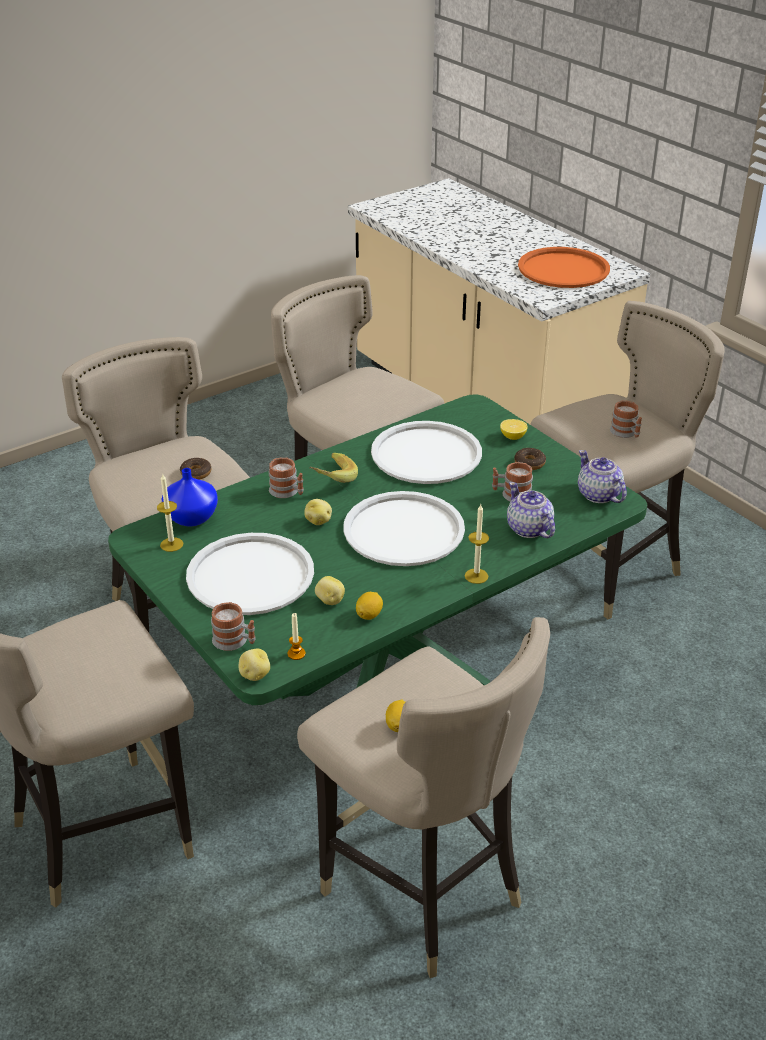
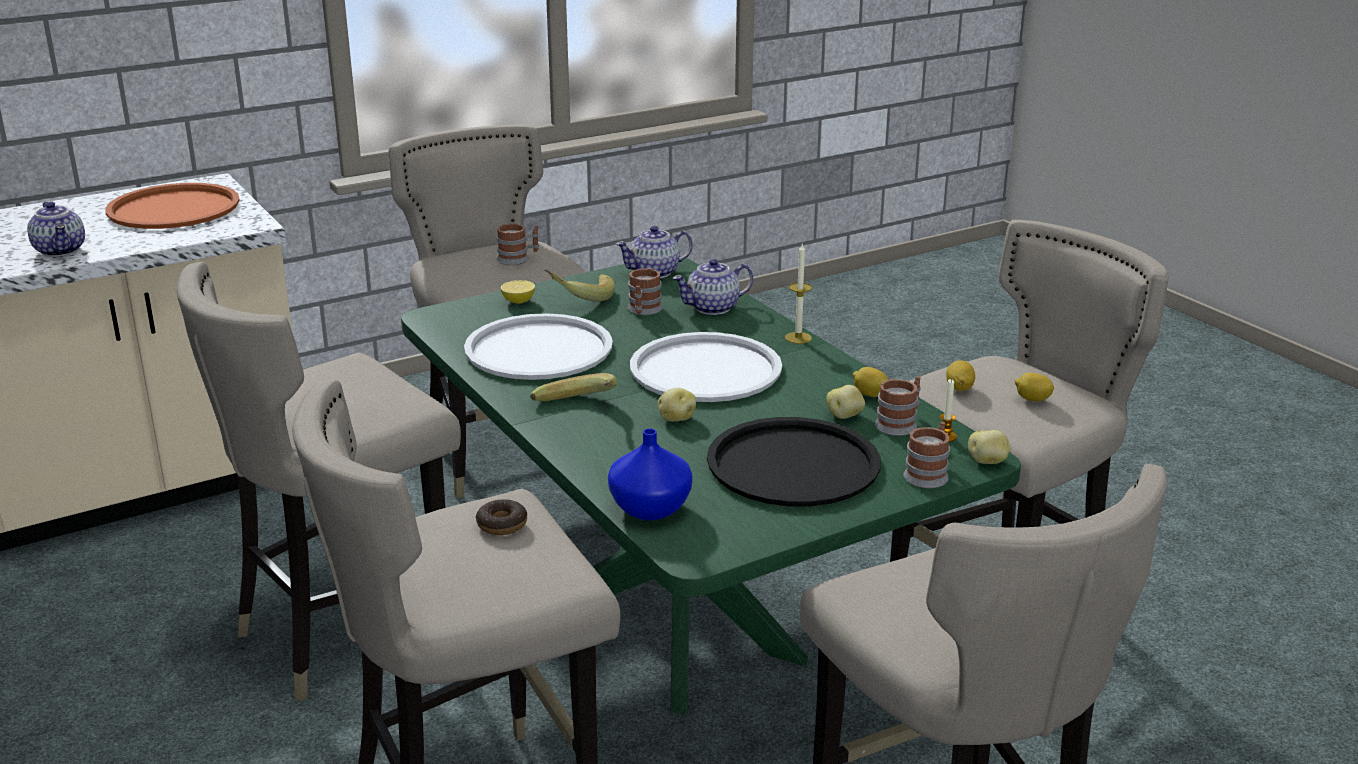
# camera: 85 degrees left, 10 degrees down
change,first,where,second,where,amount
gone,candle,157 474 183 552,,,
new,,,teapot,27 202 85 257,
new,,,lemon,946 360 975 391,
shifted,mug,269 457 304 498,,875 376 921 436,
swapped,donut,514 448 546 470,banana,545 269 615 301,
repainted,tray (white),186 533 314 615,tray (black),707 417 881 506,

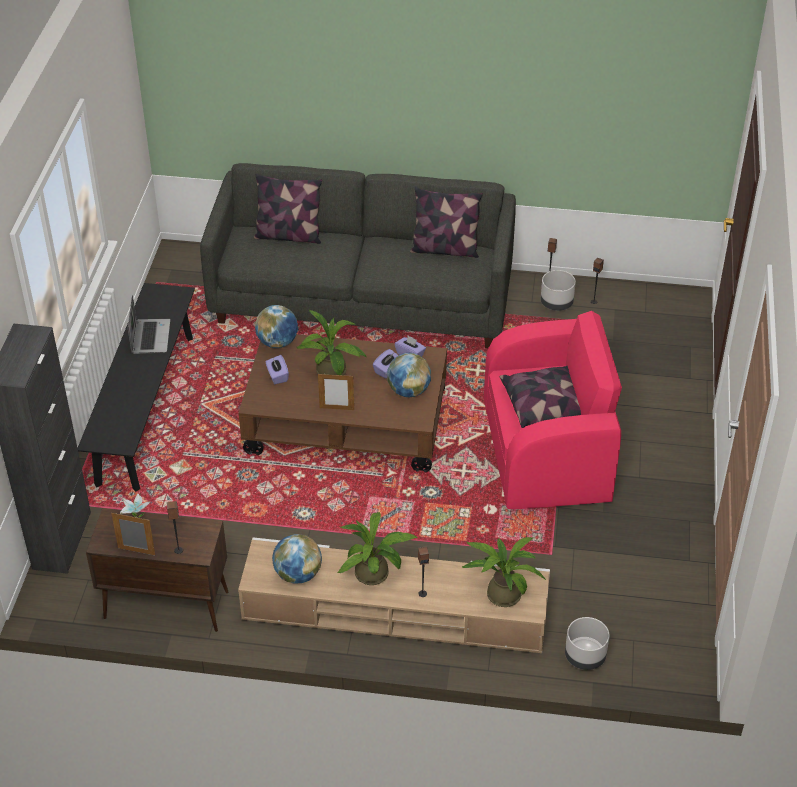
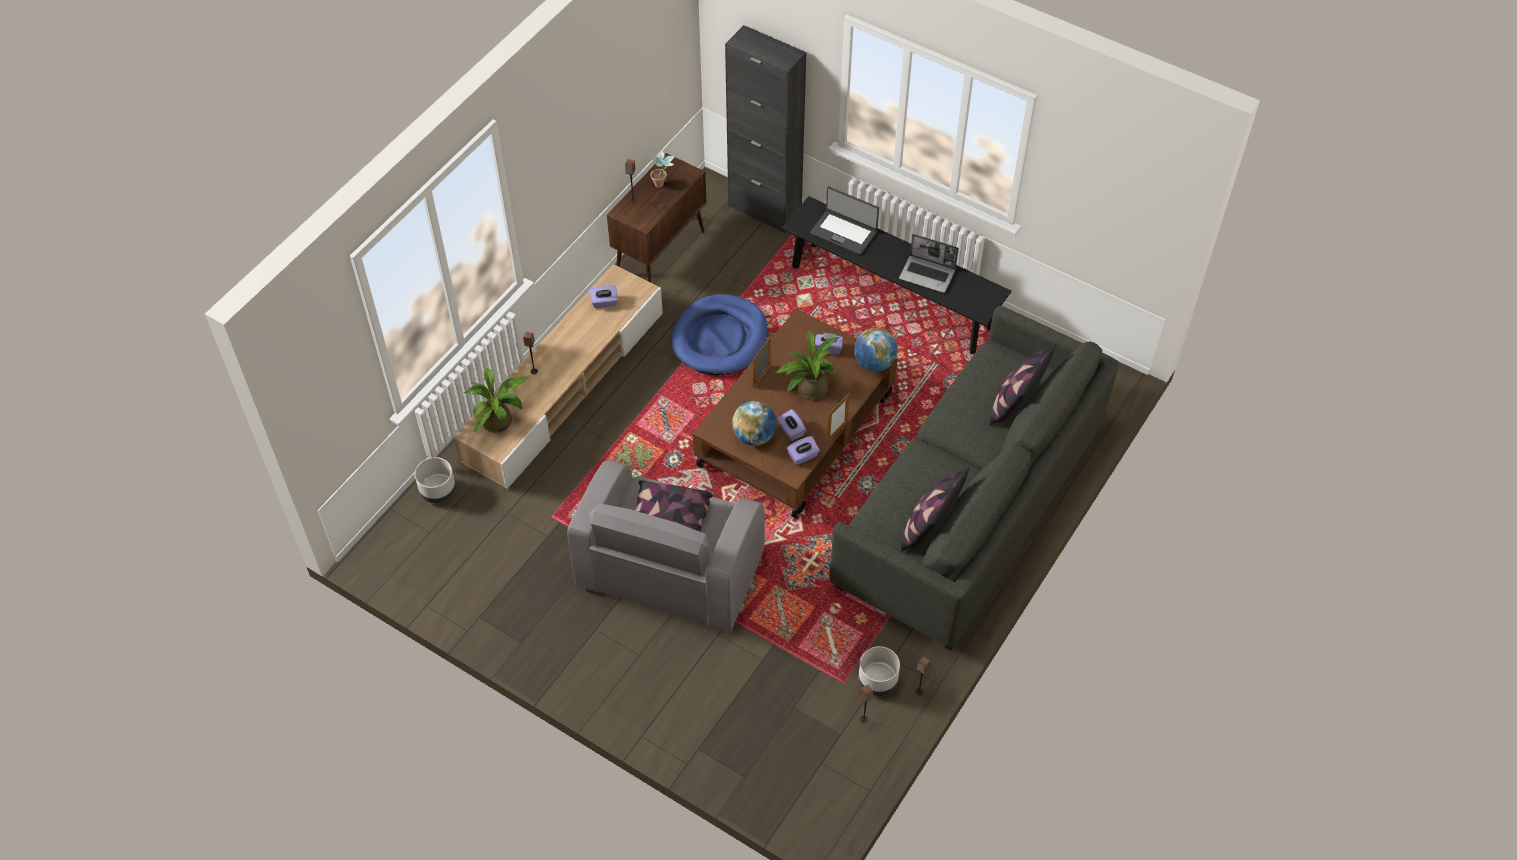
# camera: 115 degrees right, 10 degrees up
change,first,where,second,where,amount
gone,potted plant,337 512 418 585,,,
new,,,dog bed (blue),672 294 768 375,
new,,,laptop,810 186 879 255,
shifted,picture frame,111 513 155 555,,826 393 850 443,
swapped,globe,272 534 322 584,tissue box (purple),589 285 618 308,
repainted,armchair (pink),484 311 622 509,armchair (grey),567 459 765 632,

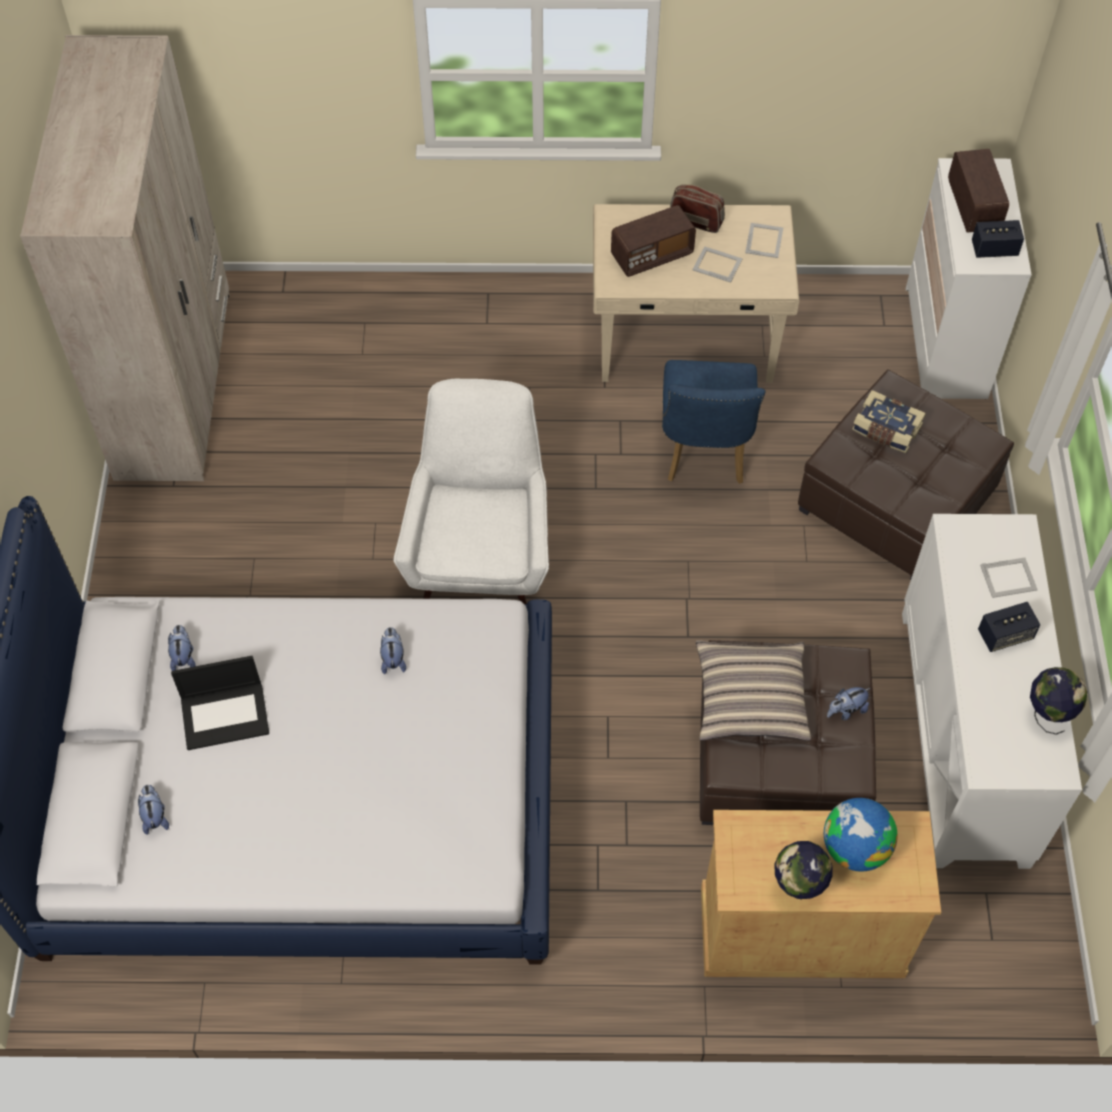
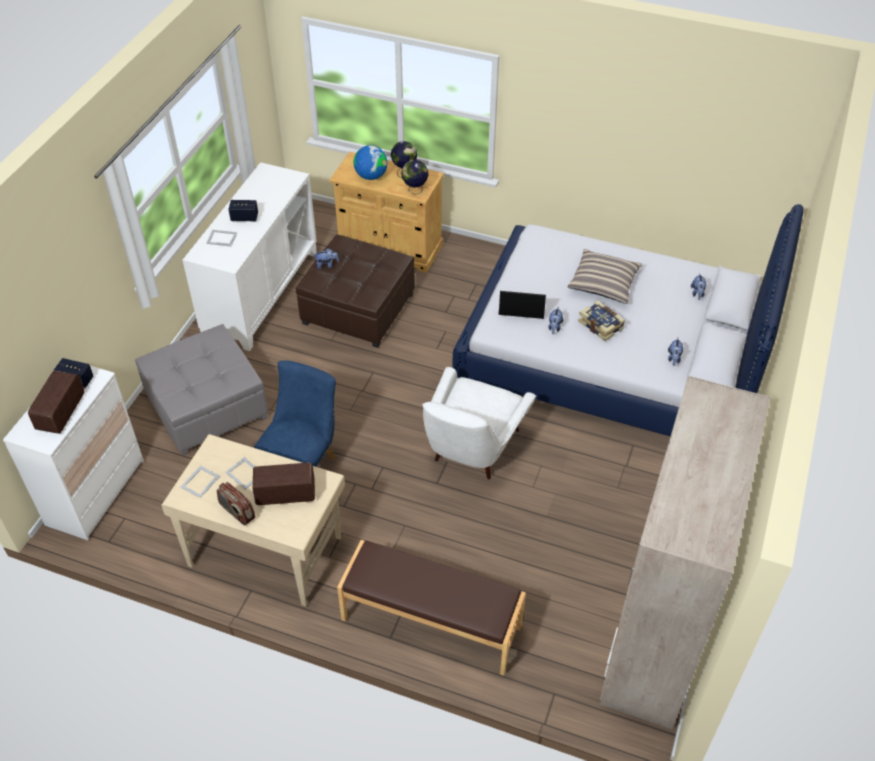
# camera: 160 degrees left, 10 degrees down
change,first,where,second,where,amount
new,,,bench (brown),337 540 526 676,
shifted,laptop,171 656 269 750,,498 291 546 319,
shifted,pillow,696 640 811 741,,567 249 642 304,
shifted,book,852 390 926 453,,578 301 625 341,
shifted,globe,1030 667 1087 735,,401 160 429 195,
repainted,ottoman (brown),798 369 1014 580,ottoman (grey),135 324 268 456,

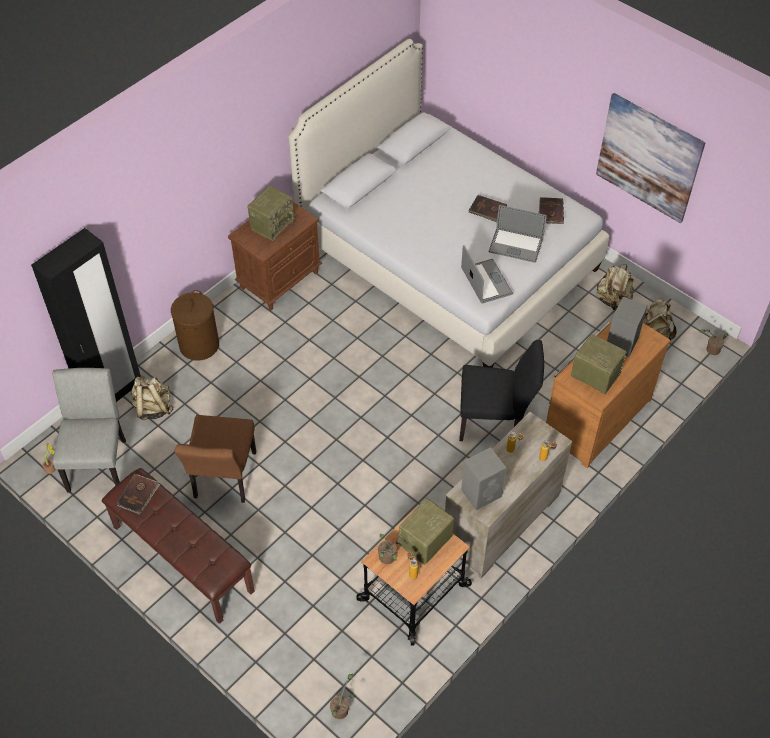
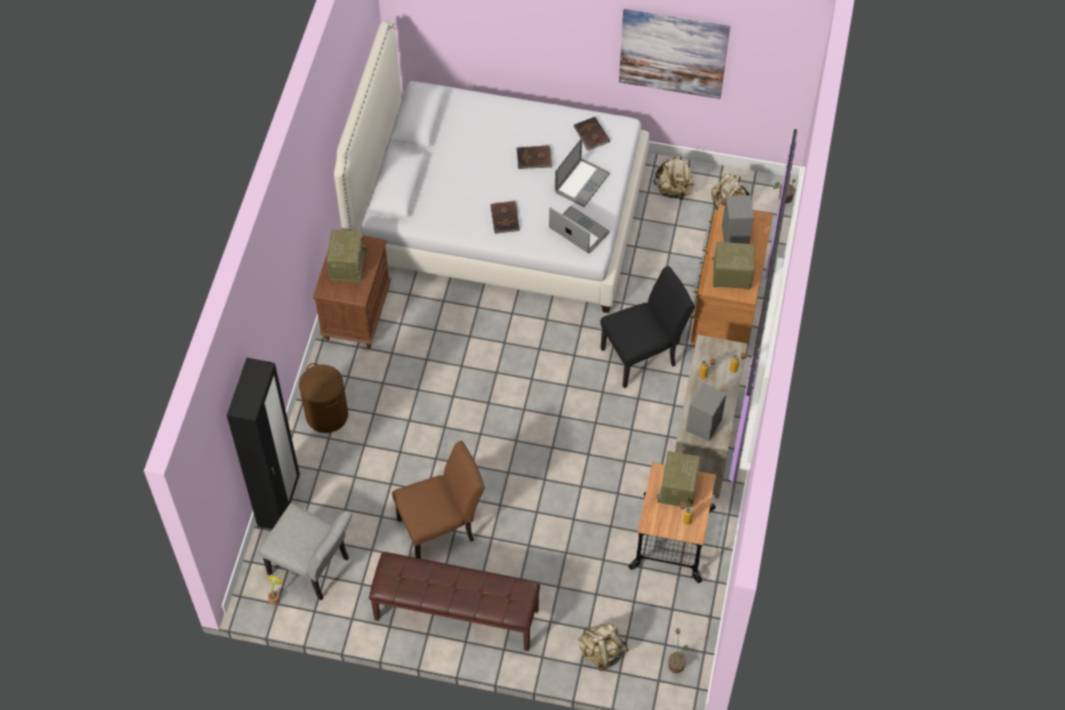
# camera: 30 degrees left, 5 degrees up
change,first,where,second,where,amount
gone,potted plant,378 534 397 564,,,
shifted,book (brown),116 474 160 515,,491 201 520 234,
shifted,backpack (beige),132 376 173 420,,578 624 629 671,
rotated,chair (grey),53 368 126 493,,259 503 352 600,150 degrees clockwise
rotated,chair (brown),175 415 256 503,,392 441 485 559,90 degrees counterclockwise
rotated,laptop,489 205 547 263,,555 138 610 207,45 degrees counterclockwise

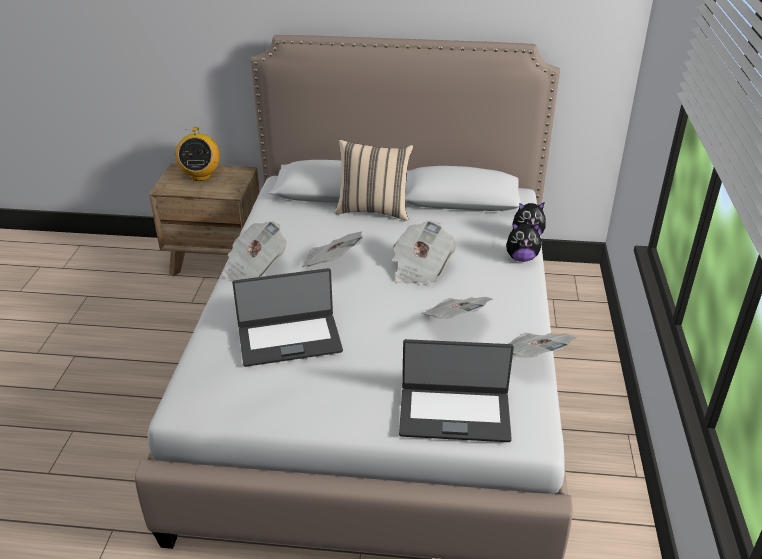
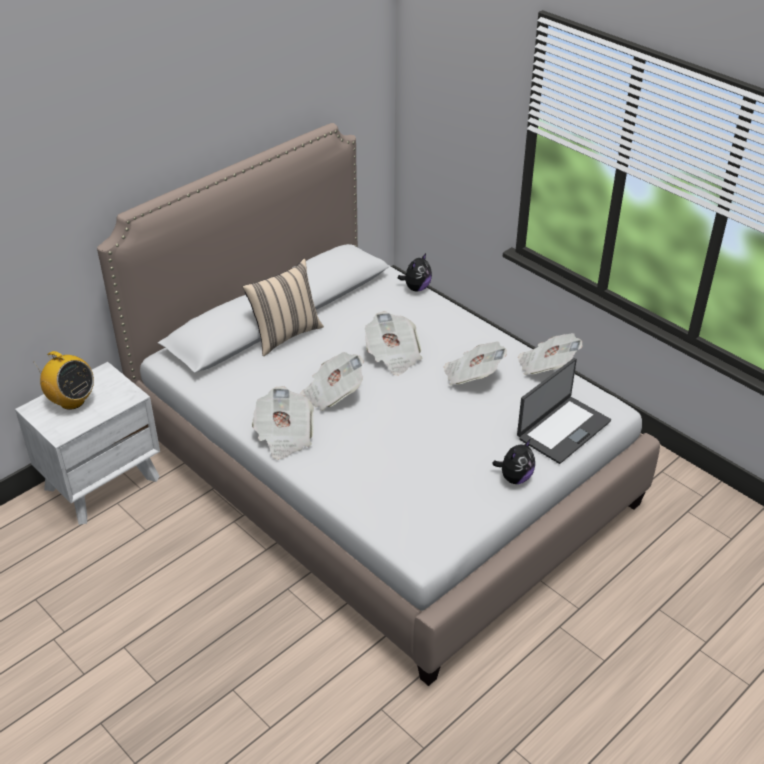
# camera: 50 degrees left, 5 degrees up
change,first,where,second,where,amount
gone,laptop,232 268 343 367,,,
shifted,plush toy,506 222 543 262,,492 439 535 484,
repainted,nightstand (brown),149 163 260 276,nightstand (white),15 362 160 525,

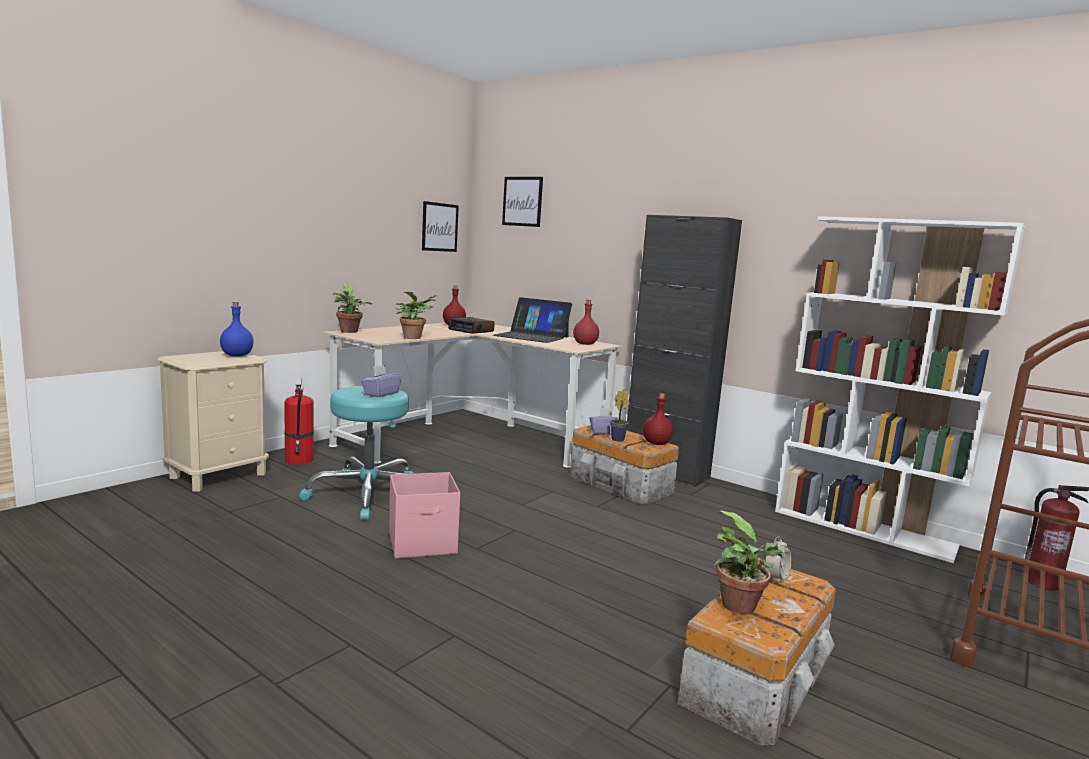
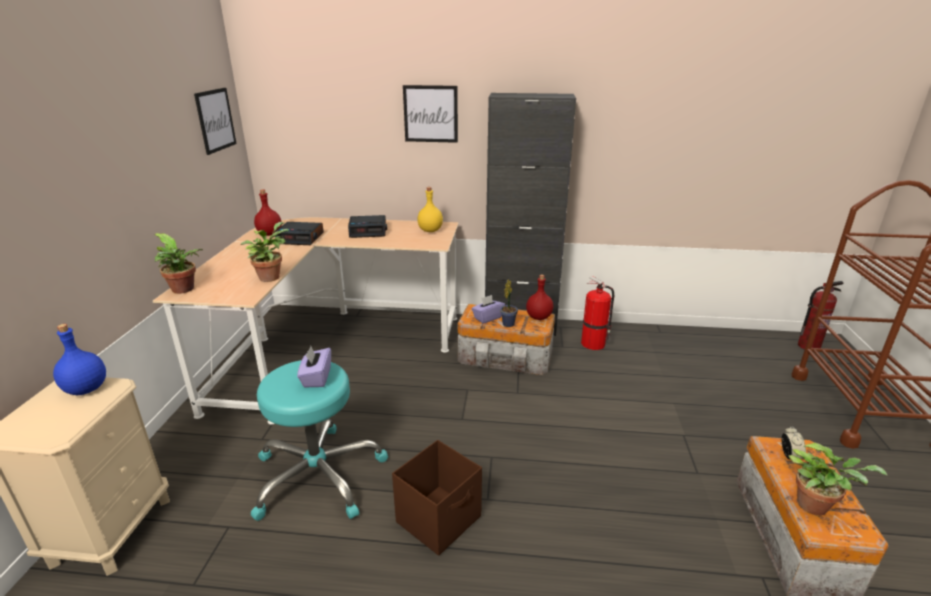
# camera: 30 degrees left, 15 degrees up
change,first,where,second,where,amount
gone,bookcase (white),775 216 1025 563,,,
shifted,fire extinguisher,284 378 314 464,,581 276 614 350,
shifted,picture,502 177 543 227,,403 85 458 143,
swapped,laptop,493 297 572 343,alarm clock,348 215 387 238,
repainted,storage box (pink),389 472 460 559,storage box (brown),392 440 482 556,
repainted,bottle (red),573 300 599 345,bottle (yellow),417 187 443 232,

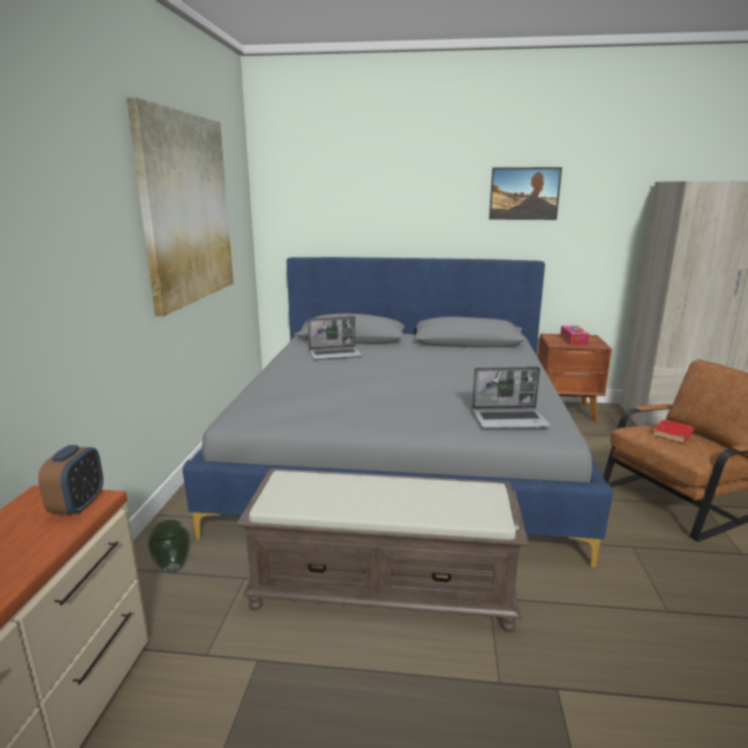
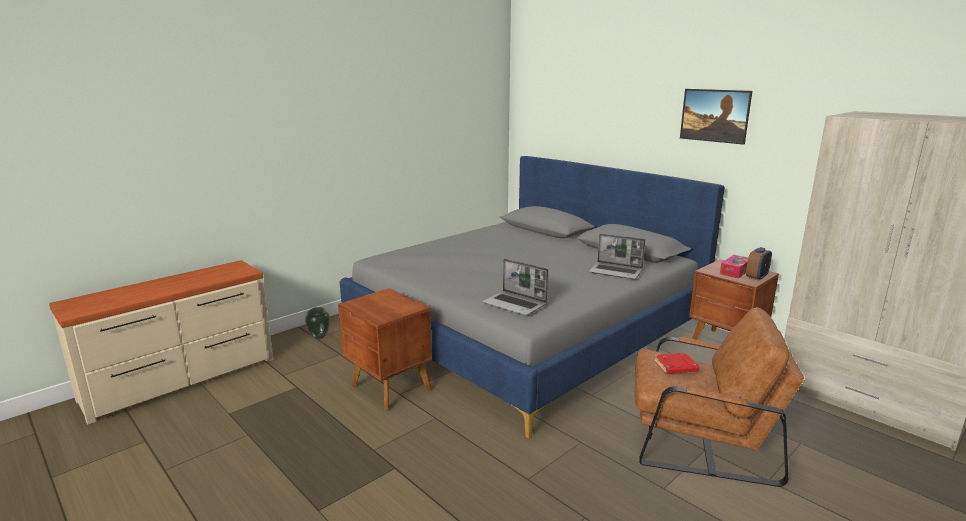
# camera: 40 degrees right, 0 degrees up
change,first,where,second,where,amount
gone,picture,127 97 234 316,,,
shifted,alarm clock,38 445 103 515,,746 247 772 281,
shifted,laptop,308 316 362 360,,589 233 645 279,
swapped,bench (brown),236 468 529 632,nightstand (brown),338 288 432 411,

